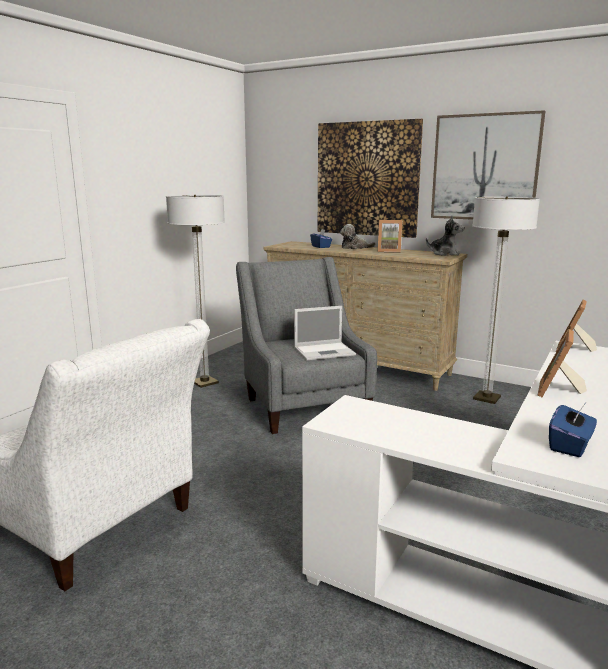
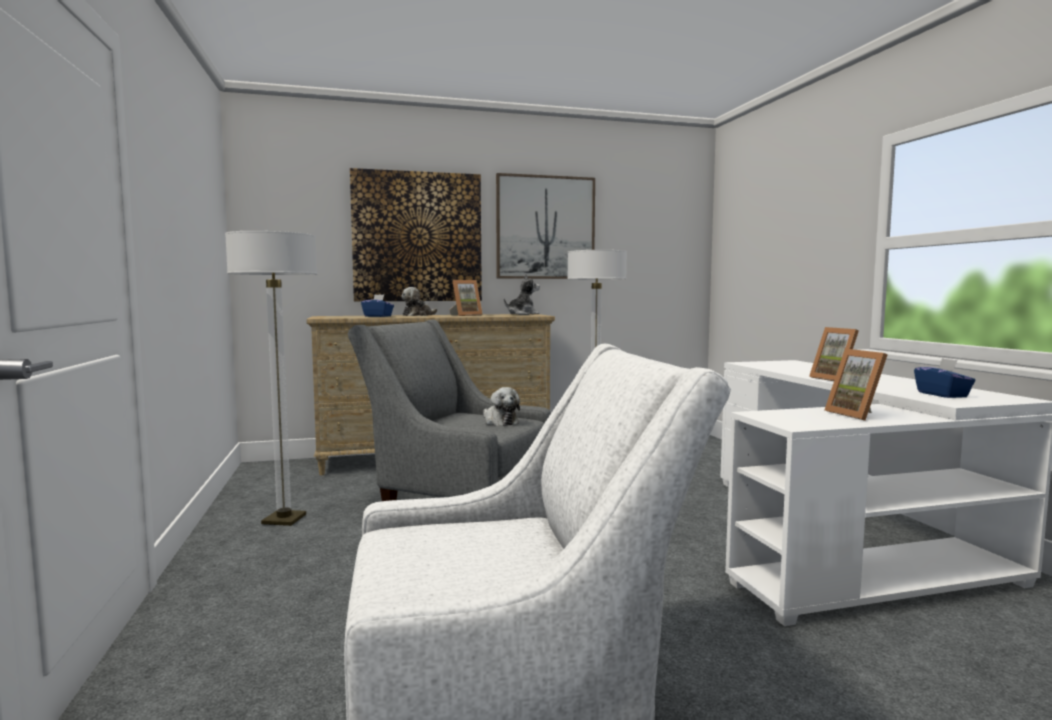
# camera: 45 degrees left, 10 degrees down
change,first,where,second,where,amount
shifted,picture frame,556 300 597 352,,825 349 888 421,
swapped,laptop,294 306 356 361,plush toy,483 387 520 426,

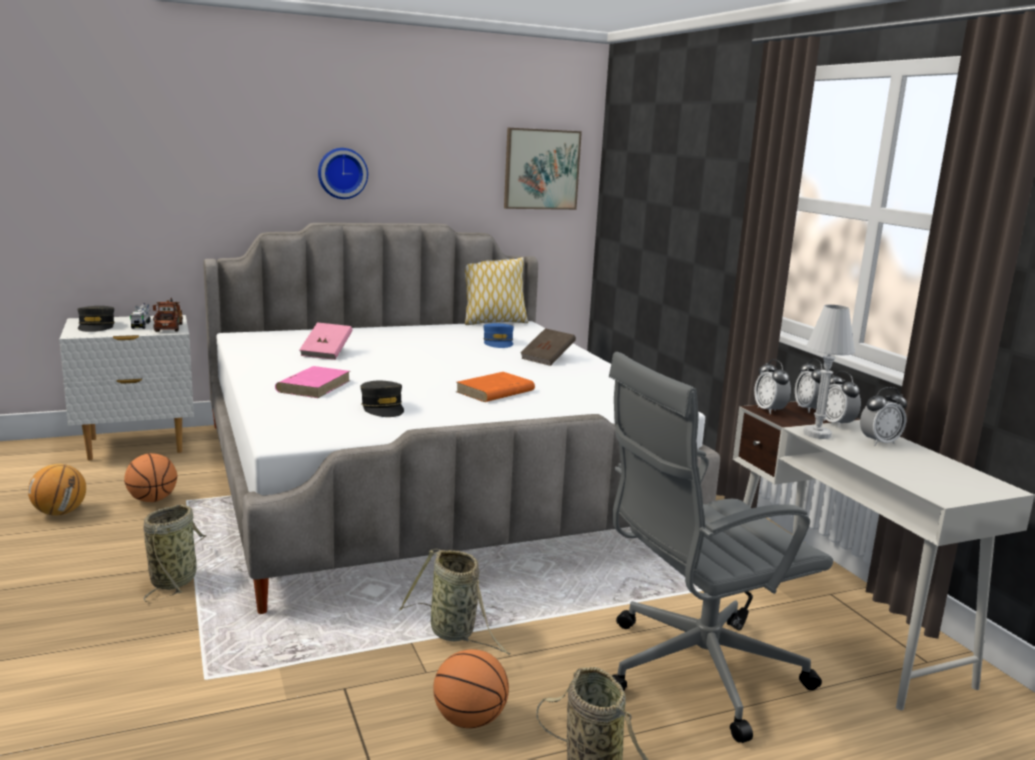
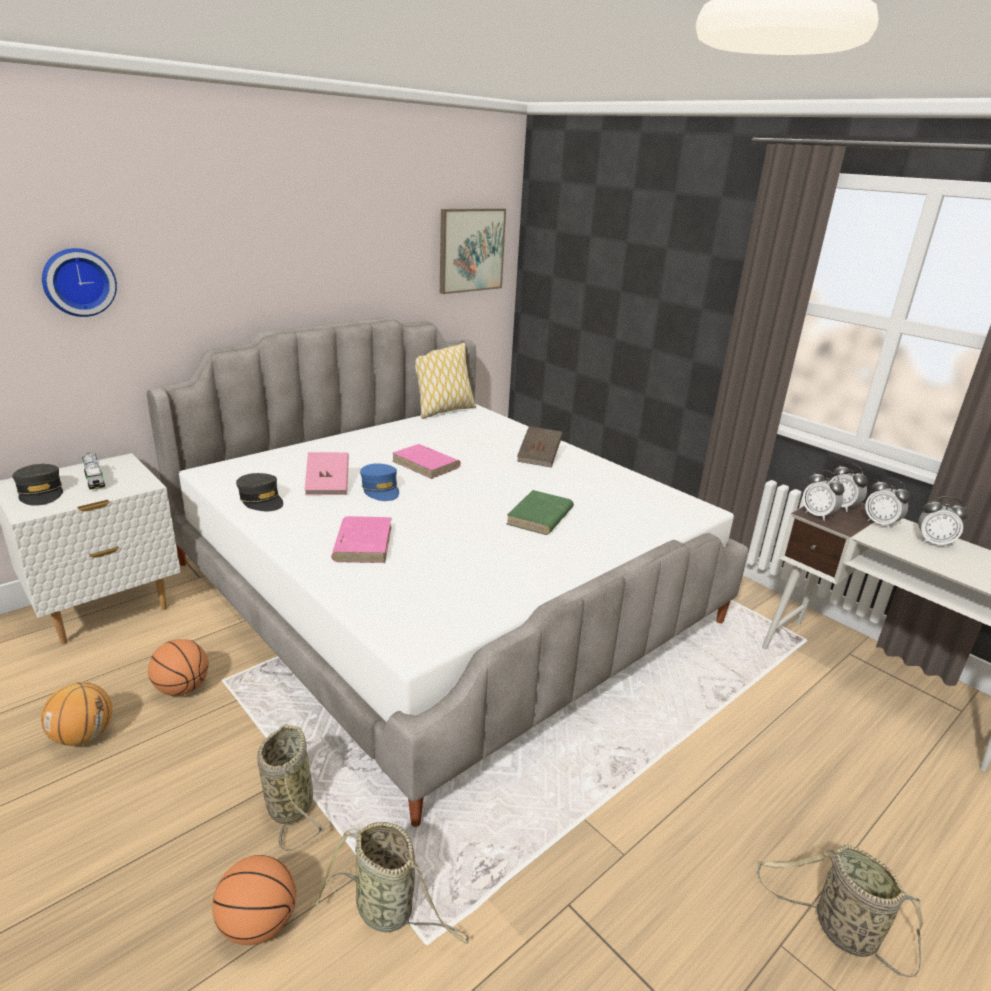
# camera: 20 degrees left, 10 degrees up
change,first,where,second,where,amount
gone,toy truck,153 297 183 332,,,
gone,office chair (grey),609 352 833 743,,,
gone,table lamp (white),804 305 855 439,,,
new,,,book (pink),392 444 461 479,
shifted,wall clock,318 148 368 199,,42 248 117 317,
shifted,cap (grey),360 381 404 417,,236 473 283 511,
shifted,basket,399 549 510 655,,316 822 469 944,
shifted,basketball,433 649 509 728,,212 855 296 945,
shifted,cap (blue),483 323 514 348,,360 463 399 501,
repainted,book (orange),456 372 535 402,book (green),506 490 574 535,
rotated,alarm clock,860 387 907 446,,918 497 968 548,60 degrees clockwise

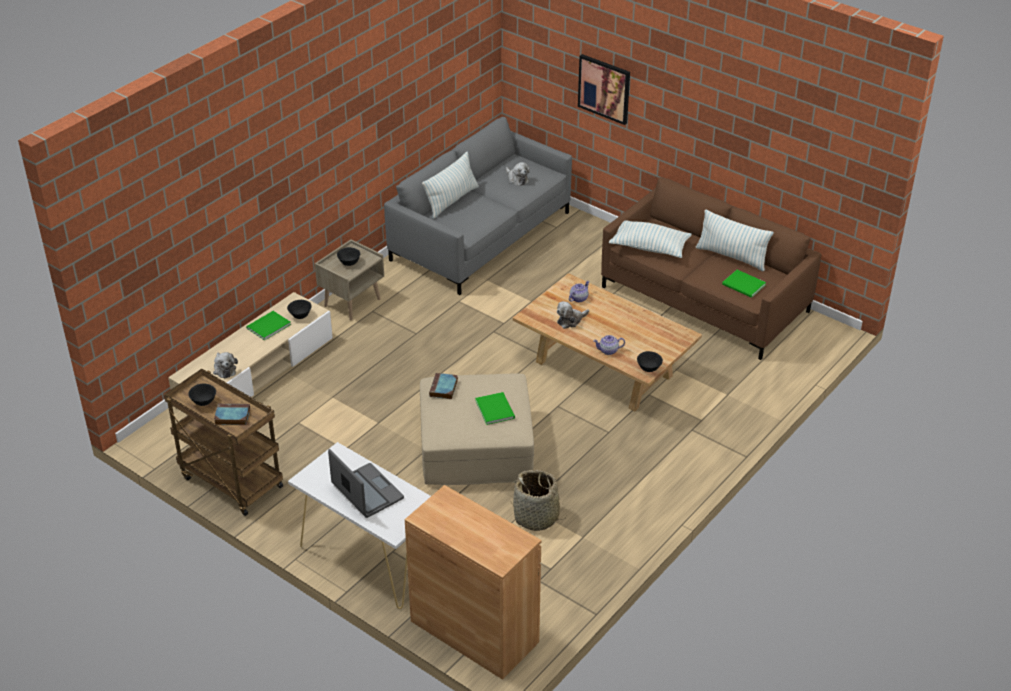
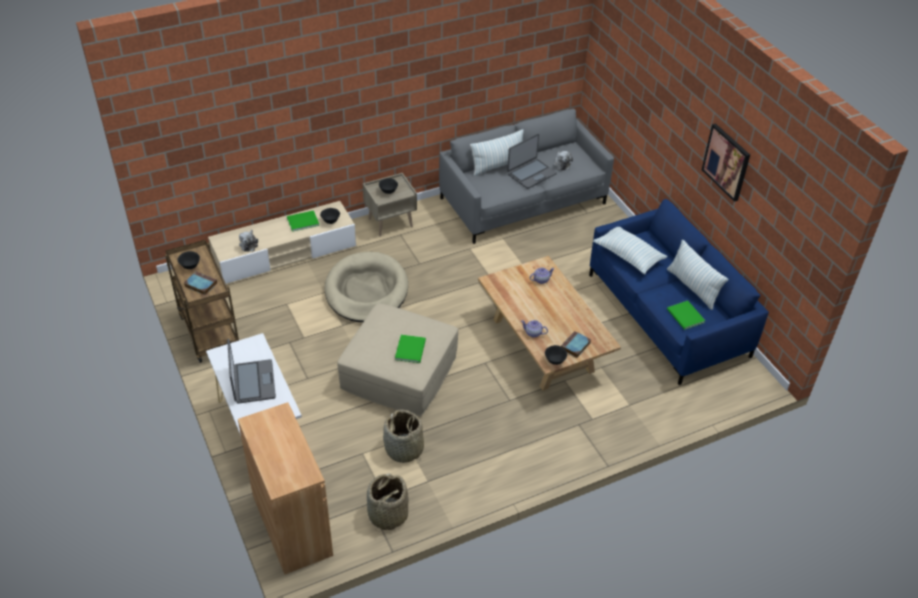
# camera: 25 degrees right, 5 degrees up
change,first,where,second,where,amount
gone,plush toy,557 301 589 329,,,
new,,,dog bed (beige),324 252 408 322,
new,,,basket,367 473 409 532,
new,,,laptop,507 134 557 189,
shifted,book,429 373 458 399,,561 331 591 358,
shifted,picture,578 54 630 125,,702 123 750 202,
repainted,sofa (brown),601 177 821 360,sofa (blue),589 199 769 385,

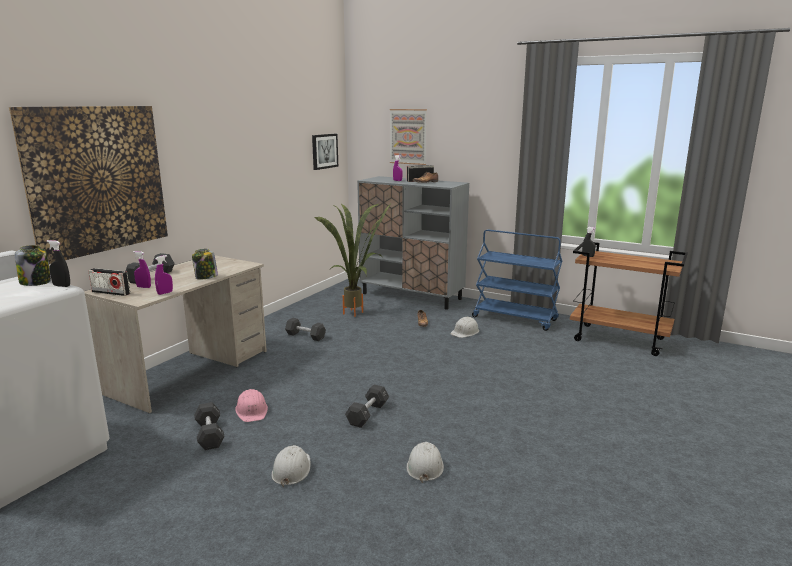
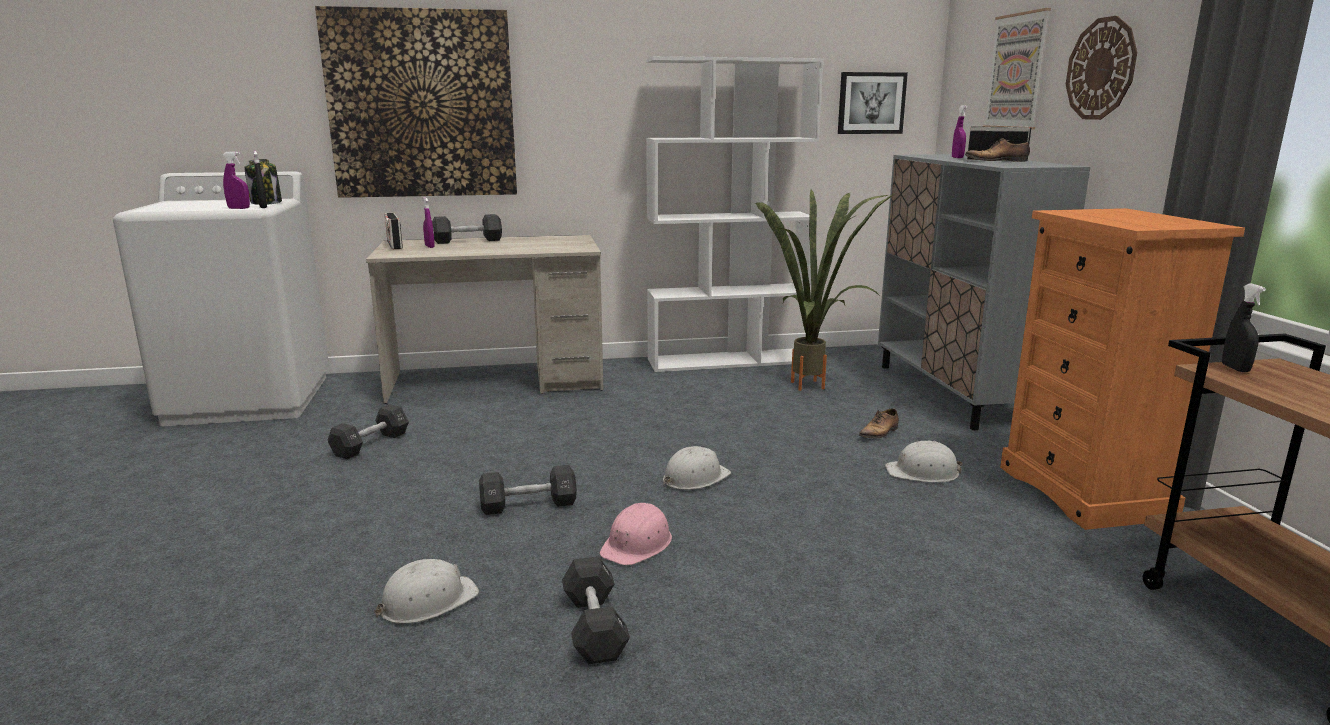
# camera: 50 degrees right, 0 degrees up
change,first,where,second,where,amount
gone,jar,192 249 218 280,,,
new,,,bookcase (white),646 56 824 372,
new,,,wall clock,1066 16 1137 120,
shifted,spray bottle (purple),155 255 173 295,,222 151 250 209,
shifted,hard hat (pink),235 389 268 422,,599 503 672 565,
shifted,hard hat (white),271 445 311 487,,663 446 731 490,
shifted,dumbbell (black),285 318 326 341,,562 556 630 665,
swapped,cart (blue),472 229 562 331,dresser (orange),1000 208 1245 530,

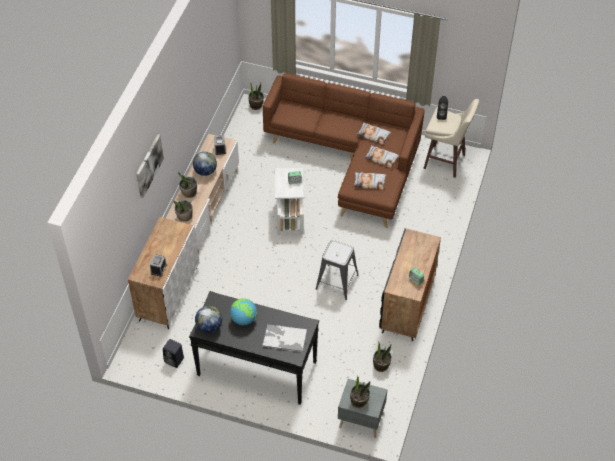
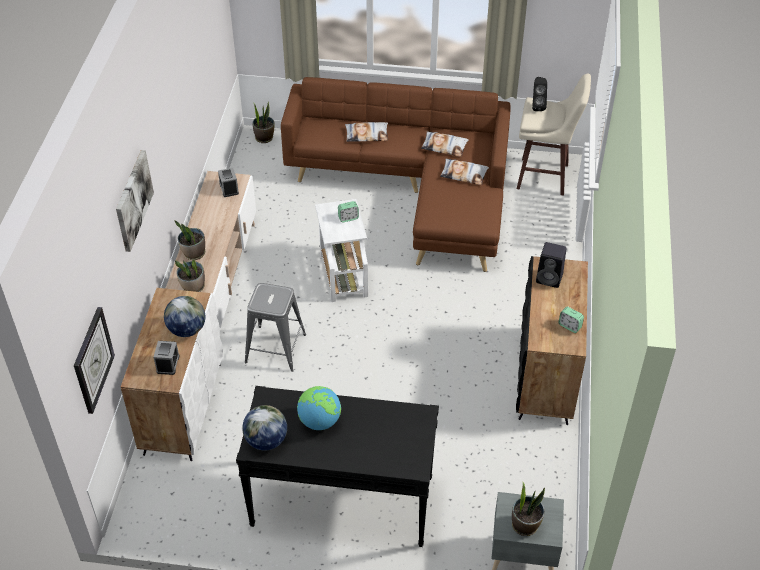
# camera: 10 degrees left, 5 degrees down
change,first,where,second,where,amount
gone,tray,262 324 307 352,,,
gone,potted plant,373 341 392 372,,,
new,,,wall clock,74 307 115 414,
shifted,speaker (black),163 339 184 368,,536 242 566 288,
shifted,globe,193 152 217 176,,164 296 205 337,
shifted,stool (grey),316 240 359 300,,245 283 306 372,
shifted,pillow,354 172 386 190,,345 122 388 142,

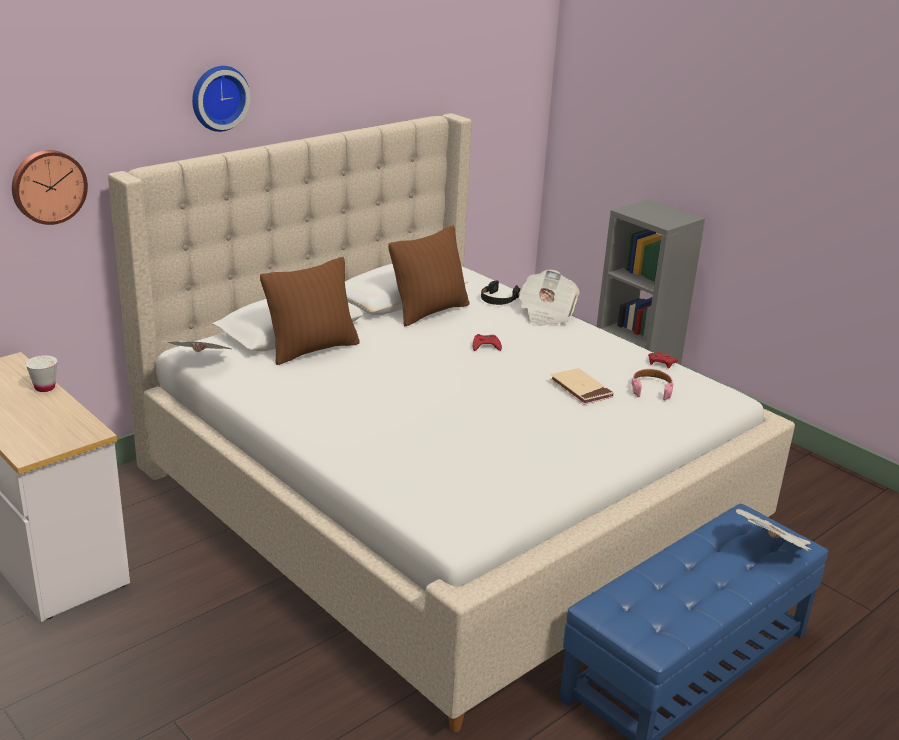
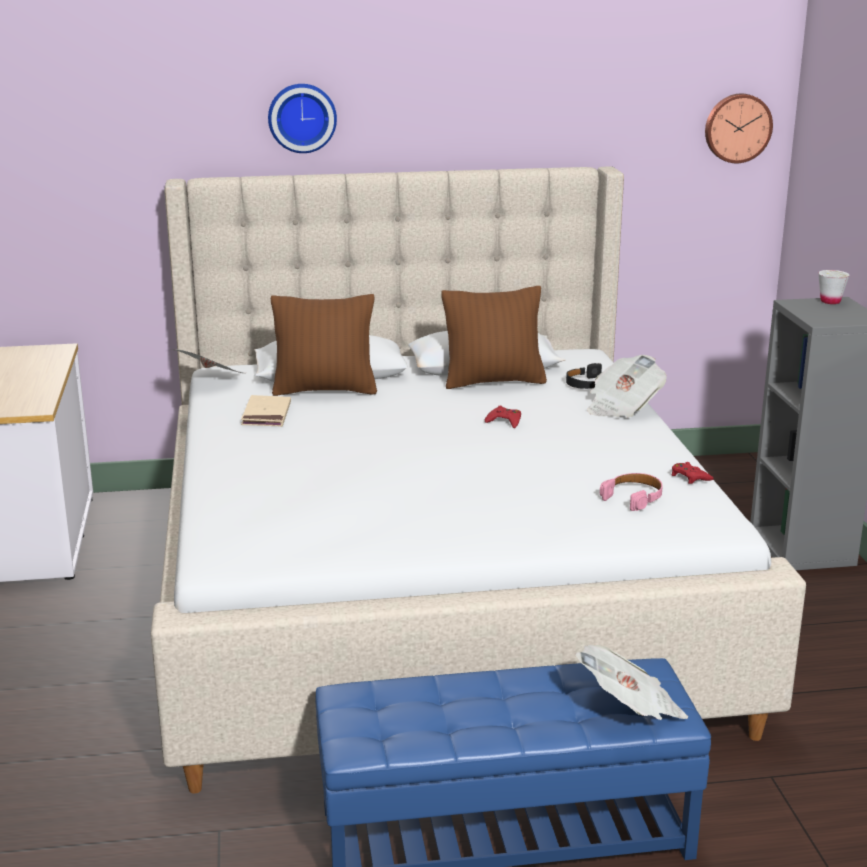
# camera: 35 degrees right, 5 degrees down
change,first,where,second,where,amount
shifted,wall clock,12 150 88 225,,705 94 773 163,
shifted,cup (white),25 355 57 392,,818 270 849 304,
shifted,book (beige),550 368 614 405,,241 395 291 427,

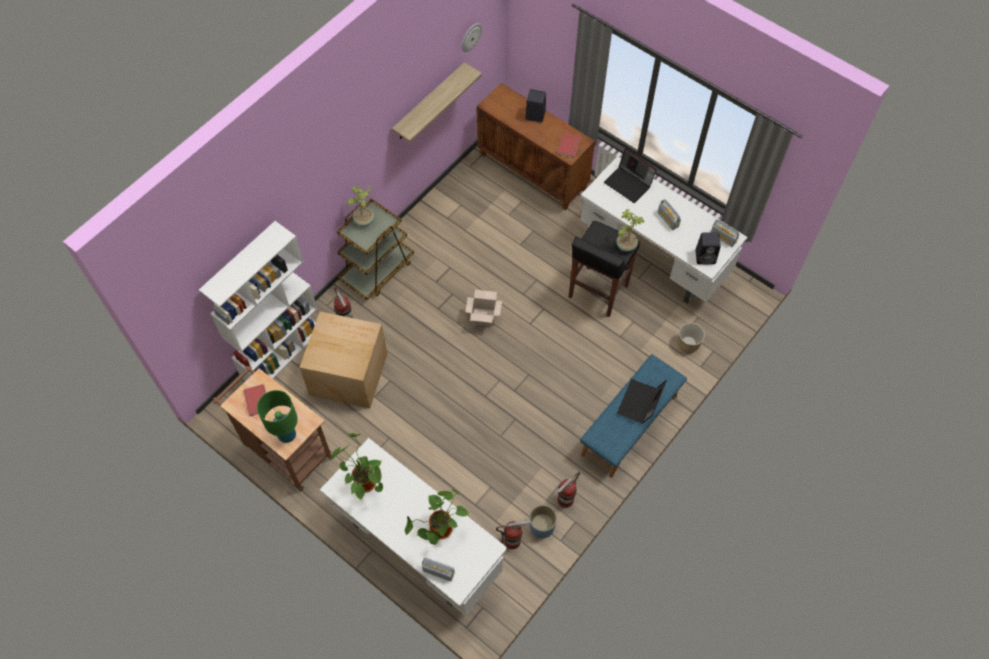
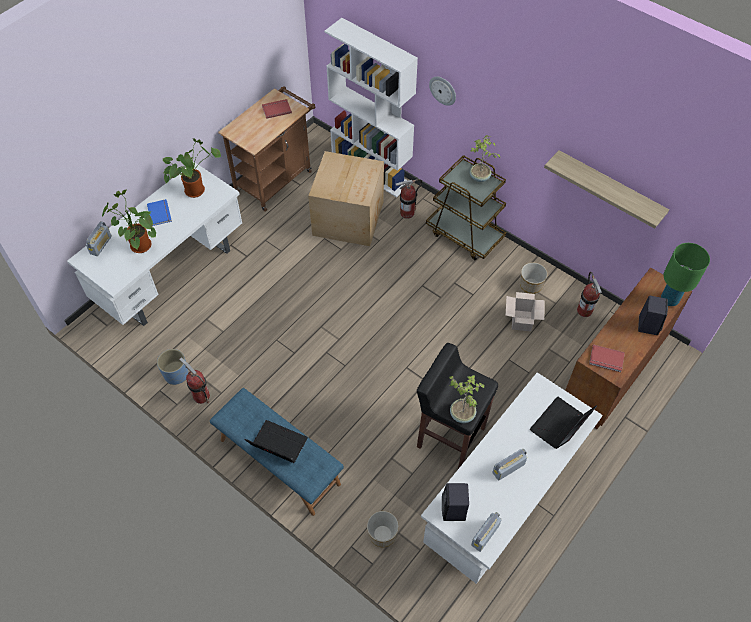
# camera: 90 degrees right, 5 degrees down
change,first,where,second,where,amount
new,,,book (blue),147 199 172 226,
new,,,planter,520 262 548 294,
shifted,table lamp (green),257 390 298 443,,661 243 710 306,
shifted,wall clock,462 23 482 52,,429 76 456 106,
shifted,cardboard box,465 290 502 326,,506 292 545 331,
shifted,fire extinguisher,496 520 530 549,,577 272 602 317,

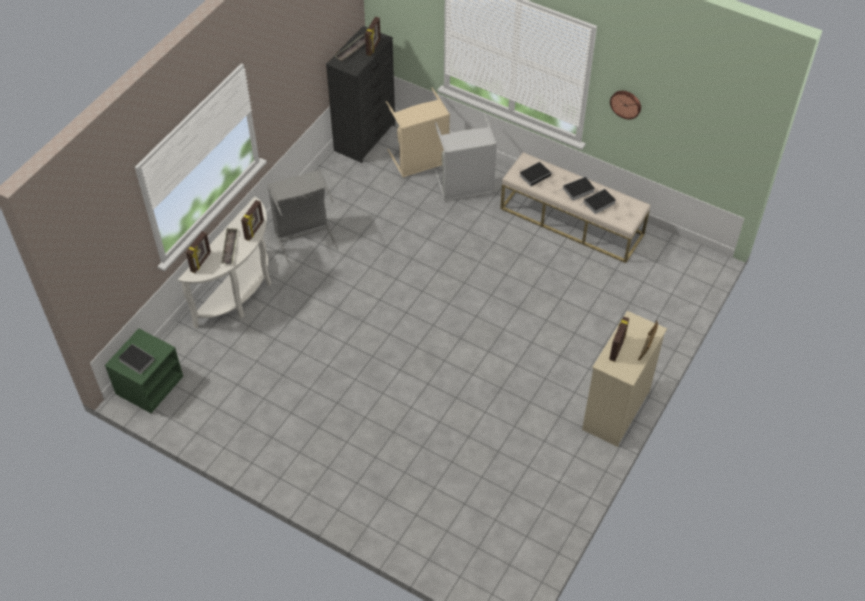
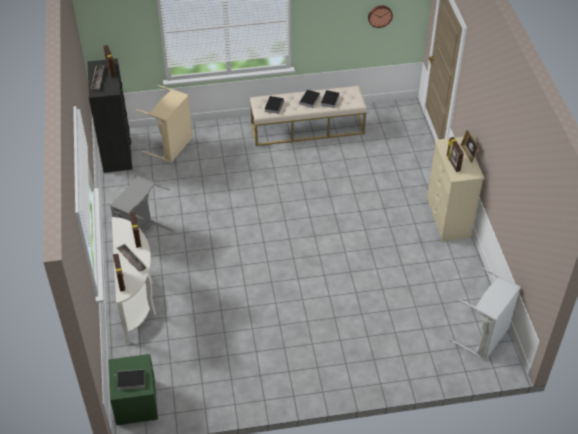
# camera: 40 degrees left, 5 degrees down
change,first,where,second,where,amount
shifted,laundry basket (grey),435 114 497 201,,449 268 521 361,
shifted,wall clock,610 91 641 120,,368 6 393 28,

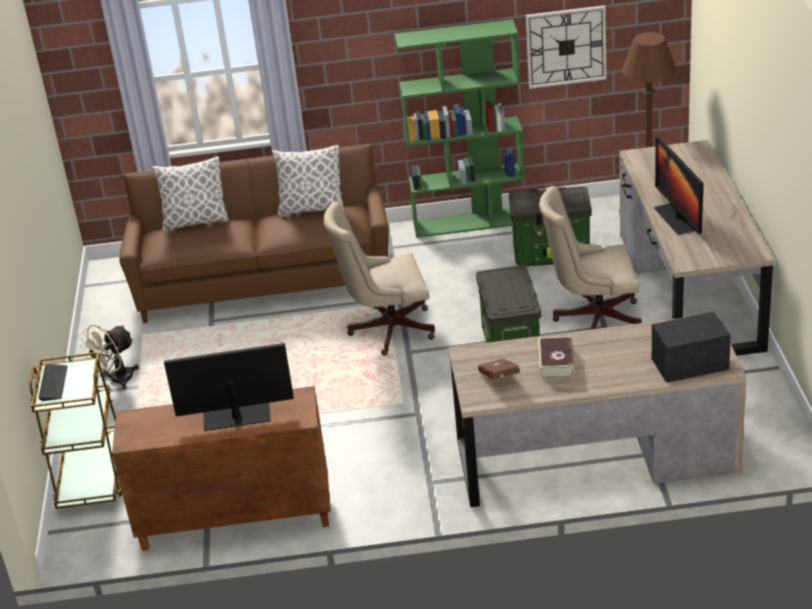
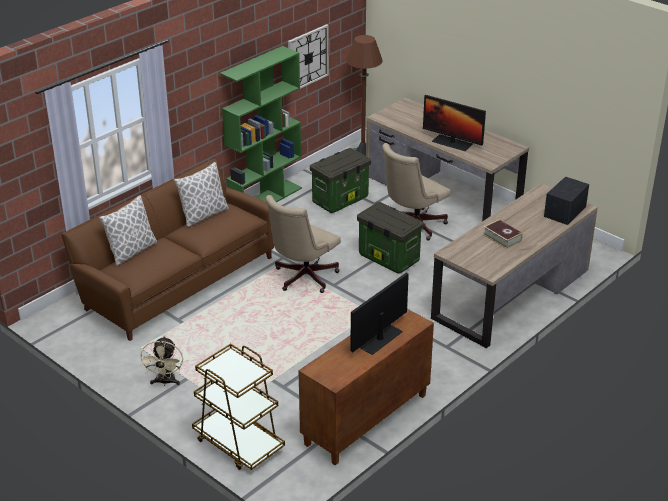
# camera: 45 degrees left, 0 degrees up
change,first,where,second,where,amount
gone,keyboard,38 364 68 401,,,
gone,book (brown),478 358 520 380,,,

